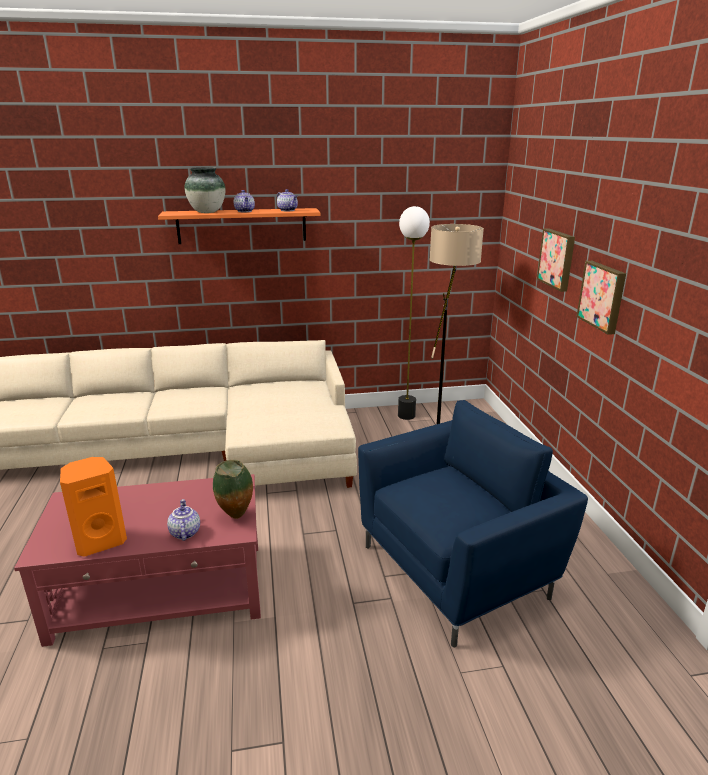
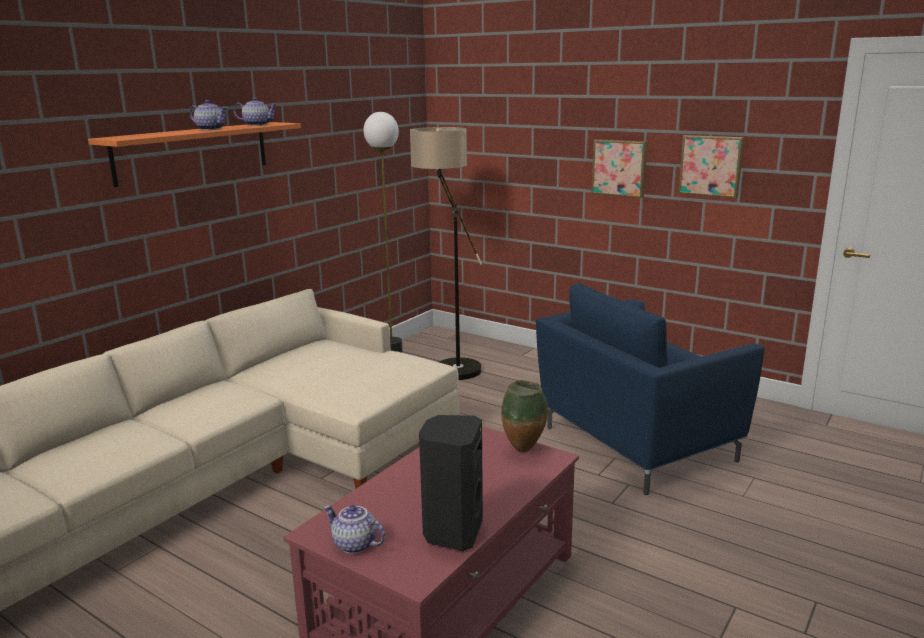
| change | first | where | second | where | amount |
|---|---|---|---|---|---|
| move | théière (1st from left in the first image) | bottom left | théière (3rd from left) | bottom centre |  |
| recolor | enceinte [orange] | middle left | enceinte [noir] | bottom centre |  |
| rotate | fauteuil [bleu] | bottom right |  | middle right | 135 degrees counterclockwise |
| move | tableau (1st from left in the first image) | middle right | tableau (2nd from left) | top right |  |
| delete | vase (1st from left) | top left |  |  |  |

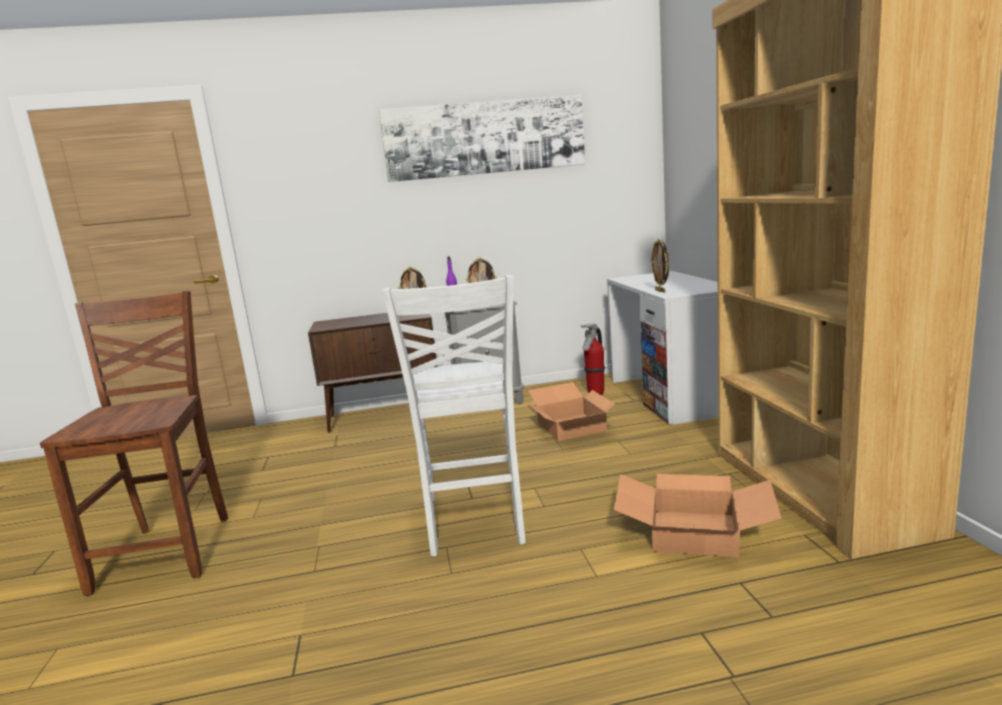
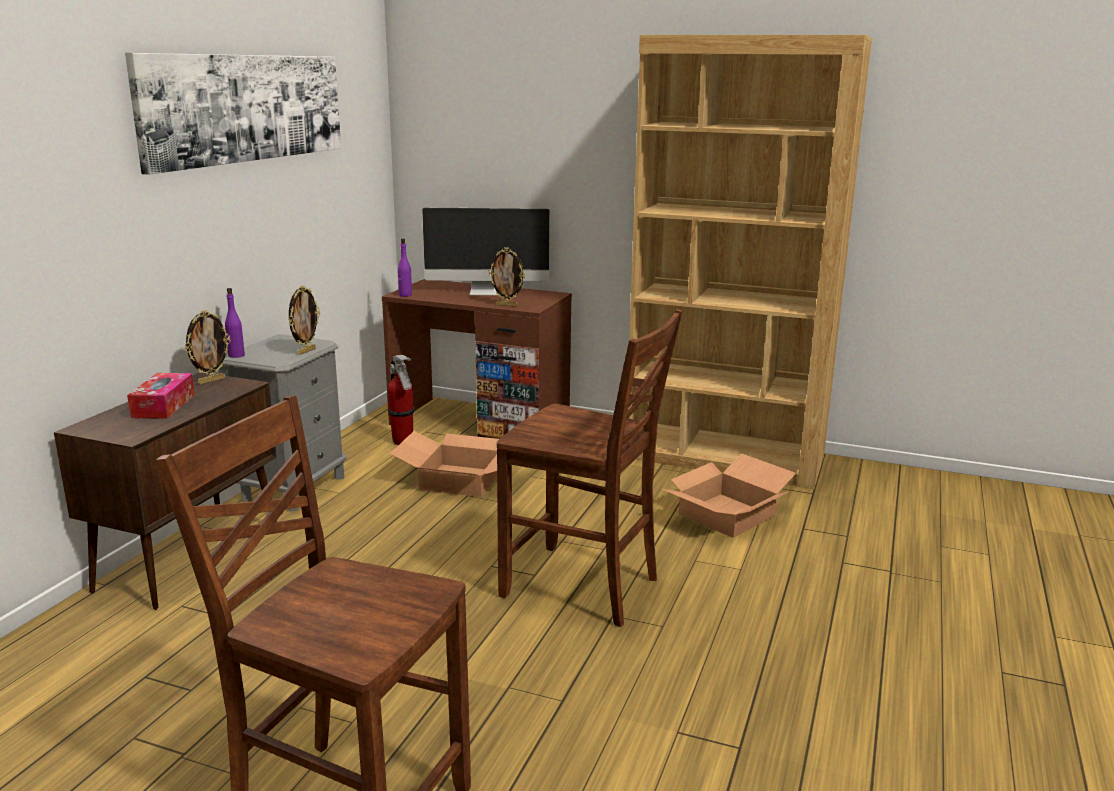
| change | first | where | second | where | amount |
|---|---|---|---|---|---|
| insert |  |  | boîte à mouchoirs | middle left |  |
| recolor | bureau [blanc] | centre | bureau [marron] | centre |  |
| insert |  |  | bouteille [violet] (2nd from left) | centre |  |
| insert |  |  | écran d'ordinateur | top centre |  |
| recolor | chaise [blanc] | centre | chaise [marron] (2nd from left) | centre |  |

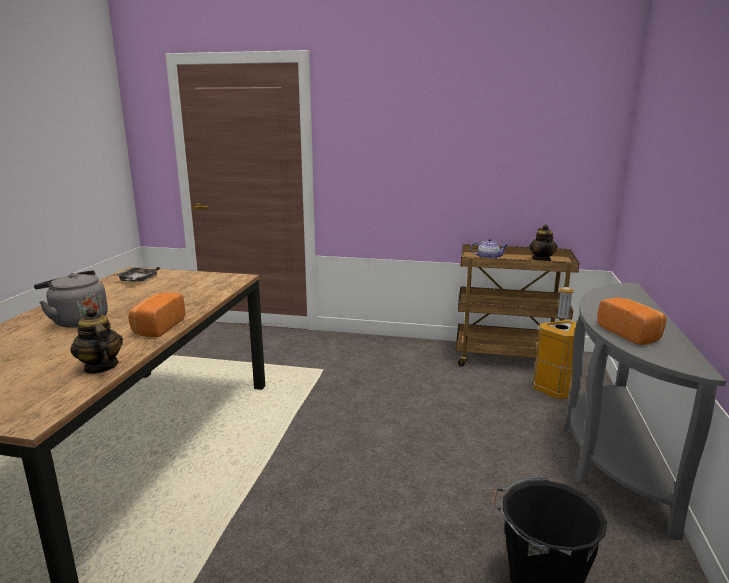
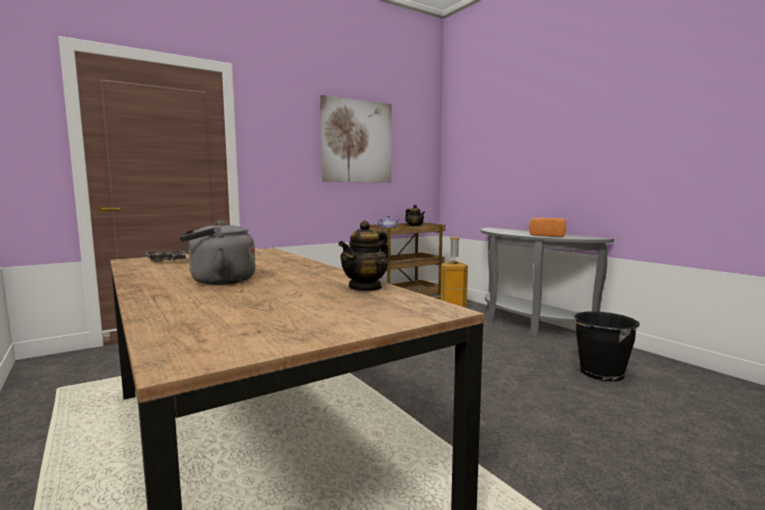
| change | first | where | second | where | amount |
|---|---|---|---|---|---|
| insert |  |  | tableau | top centre |  |
| rotate | théière (1st from left) | middle left |  | centre | 60 degrees counterclockwise |
| delete | pain (1st from left) | middle left |  |  |  |

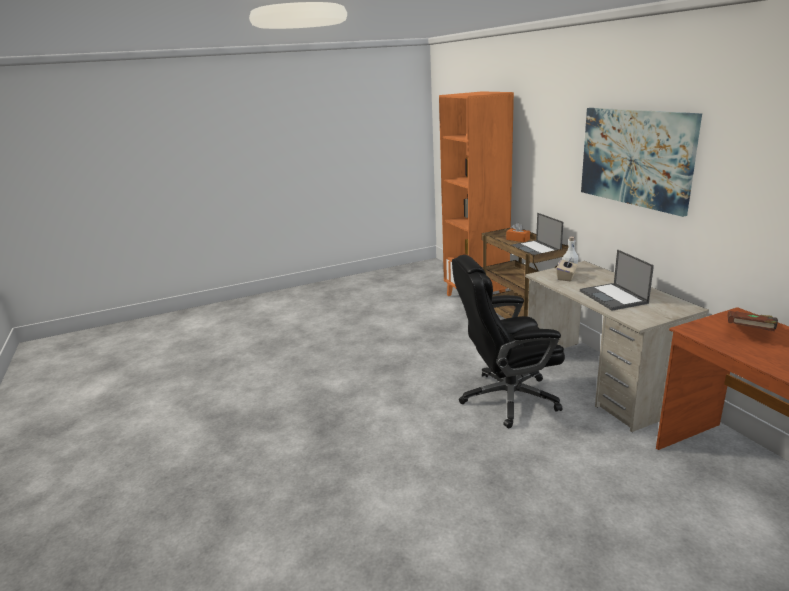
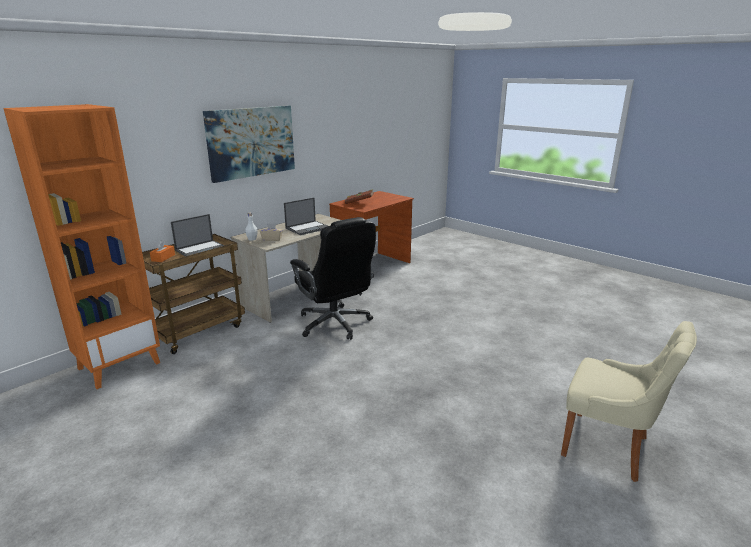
| change | first | where | second | where | amount |
|---|---|---|---|---|---|
| insert |  |  | chaise [beige] | bottom right |  |

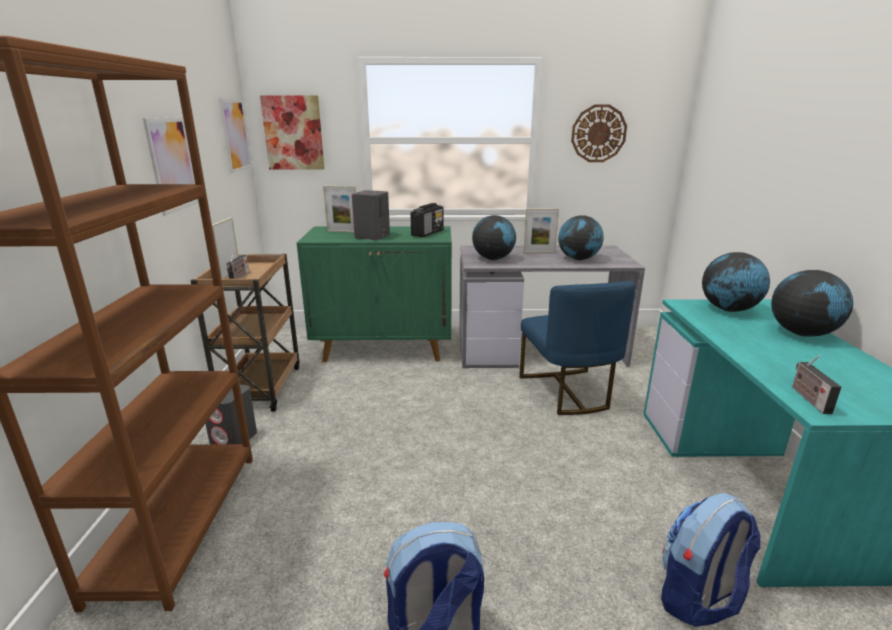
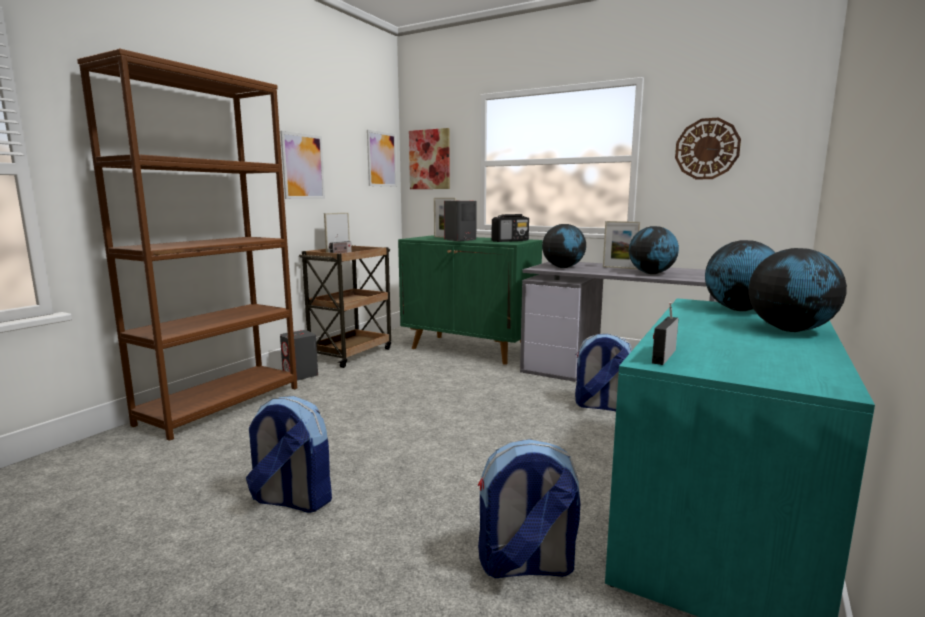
| change | first | where | second | where | amount |
|---|---|---|---|---|---|
| replace | chaise [bleu] | centre | sac à dos (3rd from left) | centre |  |

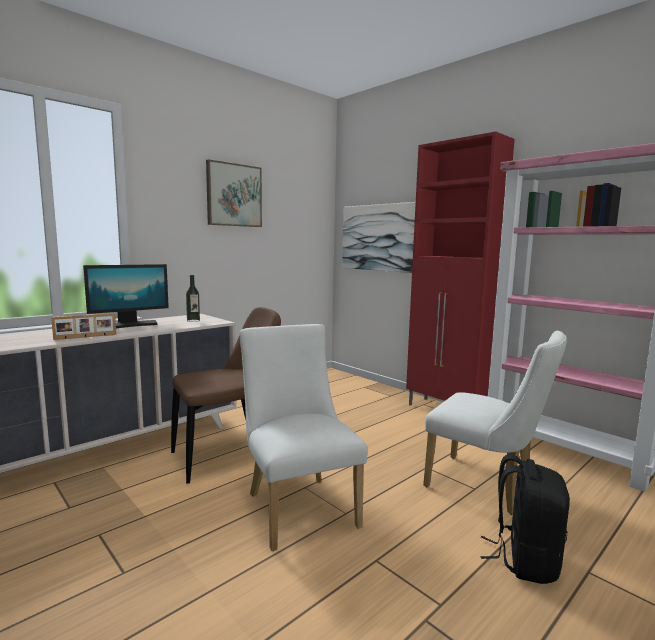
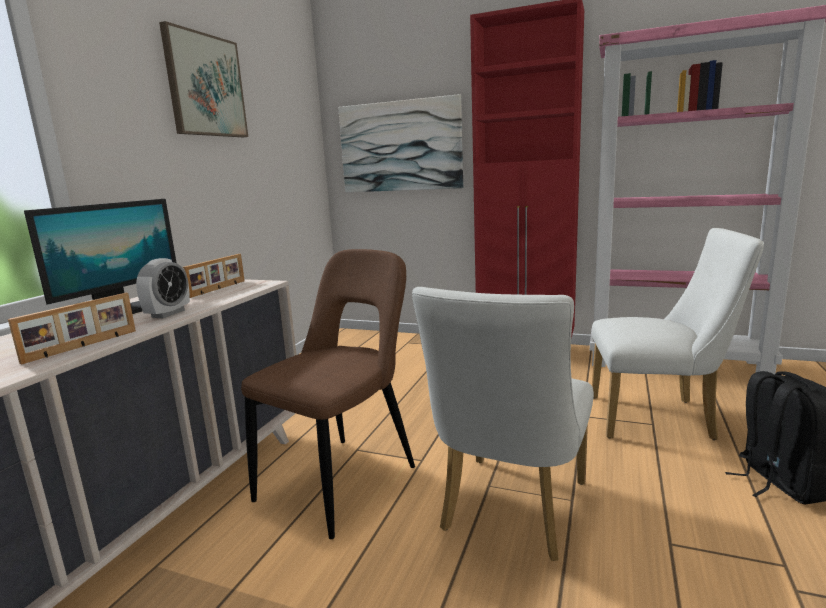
| change | first | where | second | where | amount |
|---|---|---|---|---|---|
| insert |  |  | réveil | middle left |  |
| replace | bouteille | middle left | cadre photo (2nd from left) | middle left |  |
| rotate | chaise [blanc] (1st from left) | bottom centre |  | bottom centre | 105 degrees counterclockwise |

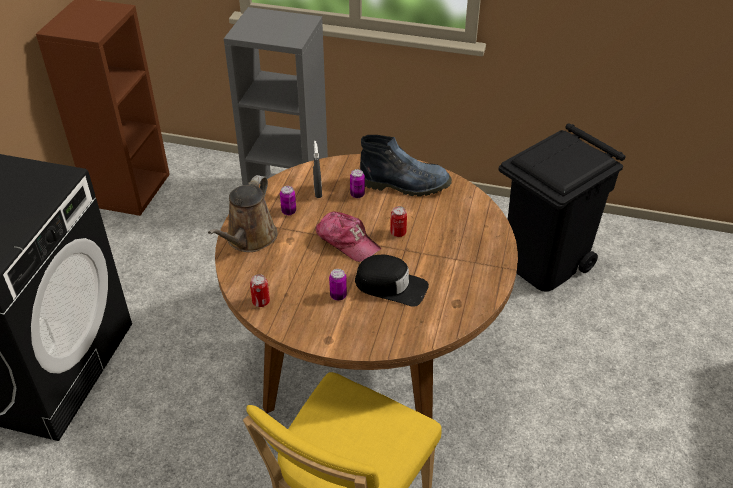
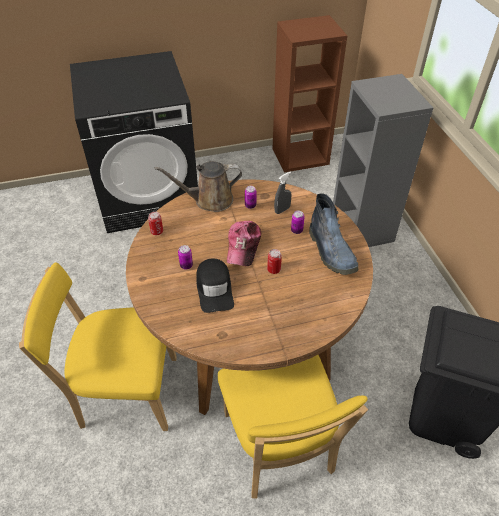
| change | first | where | second | where | amount |
|---|---|---|---|---|---|
| insert |  |  | chaise [jaune] (2nd from left) | bottom centre |  |

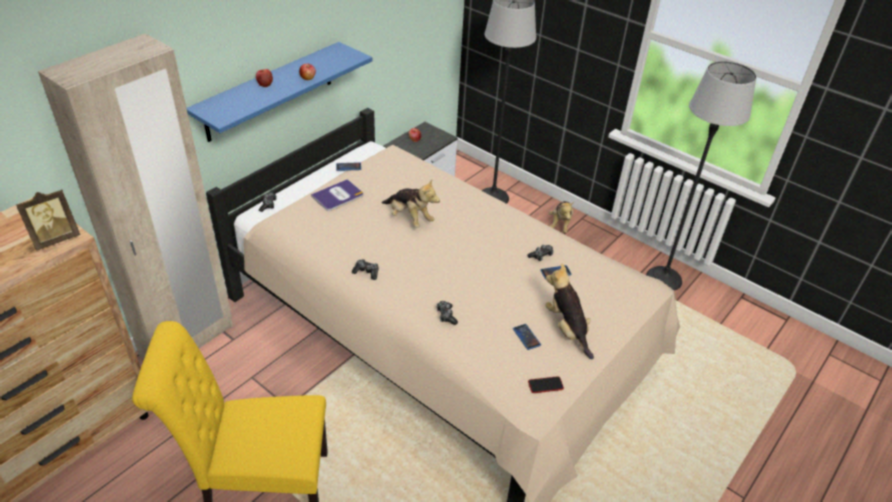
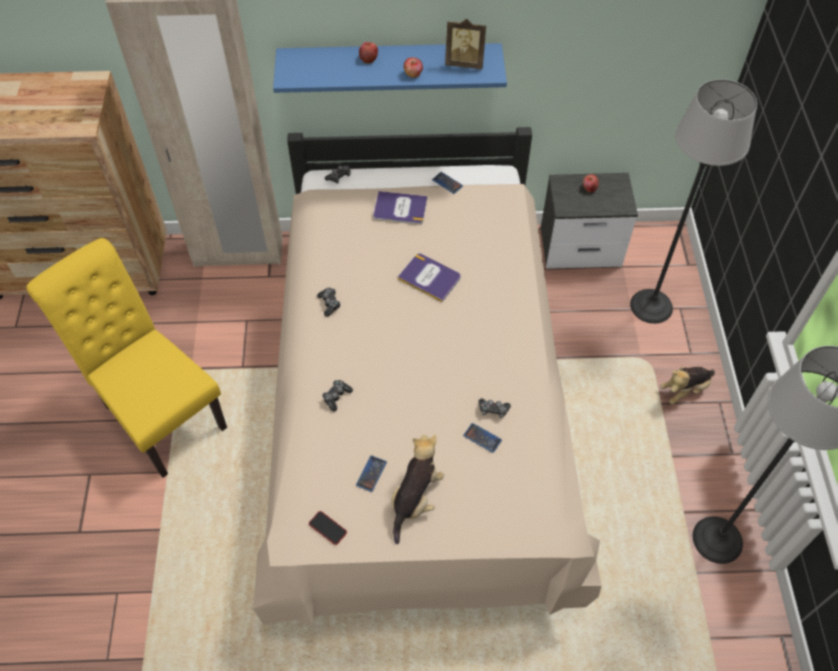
| change | first | where | second | where | amount |
|---|---|---|---|---|---|
| replace | peluche (1st from left) | centre | livre (2nd from left) | centre |  |
| move | cadre photo | middle left |  | top centre |  |

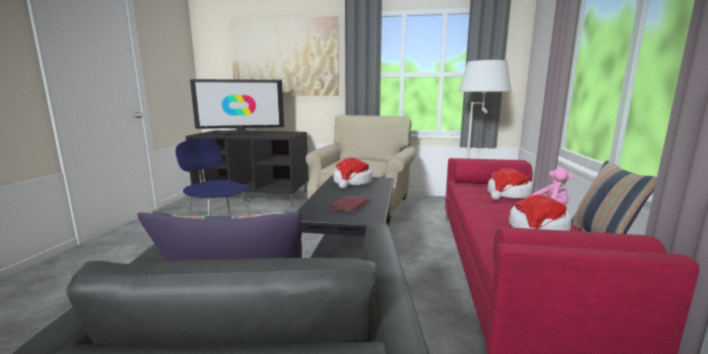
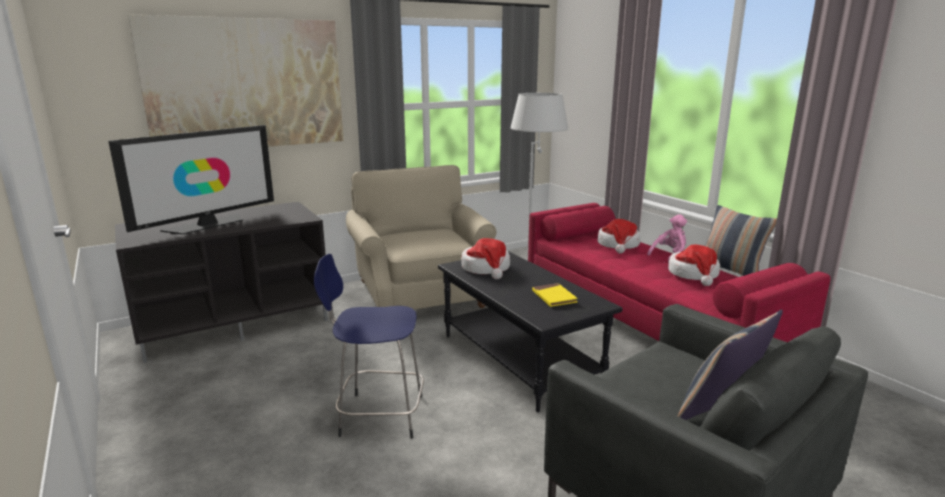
| change | first | where | second | where | amount |
|---|---|---|---|---|---|
| recolor | livre [rouge] | centre | livre [jaune] | centre |  |

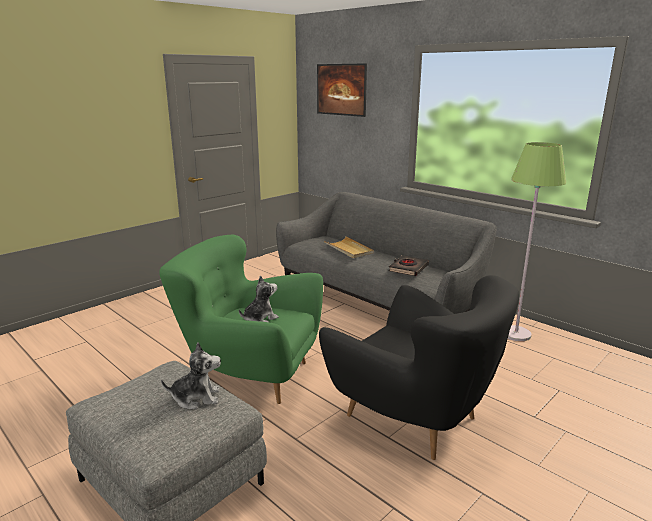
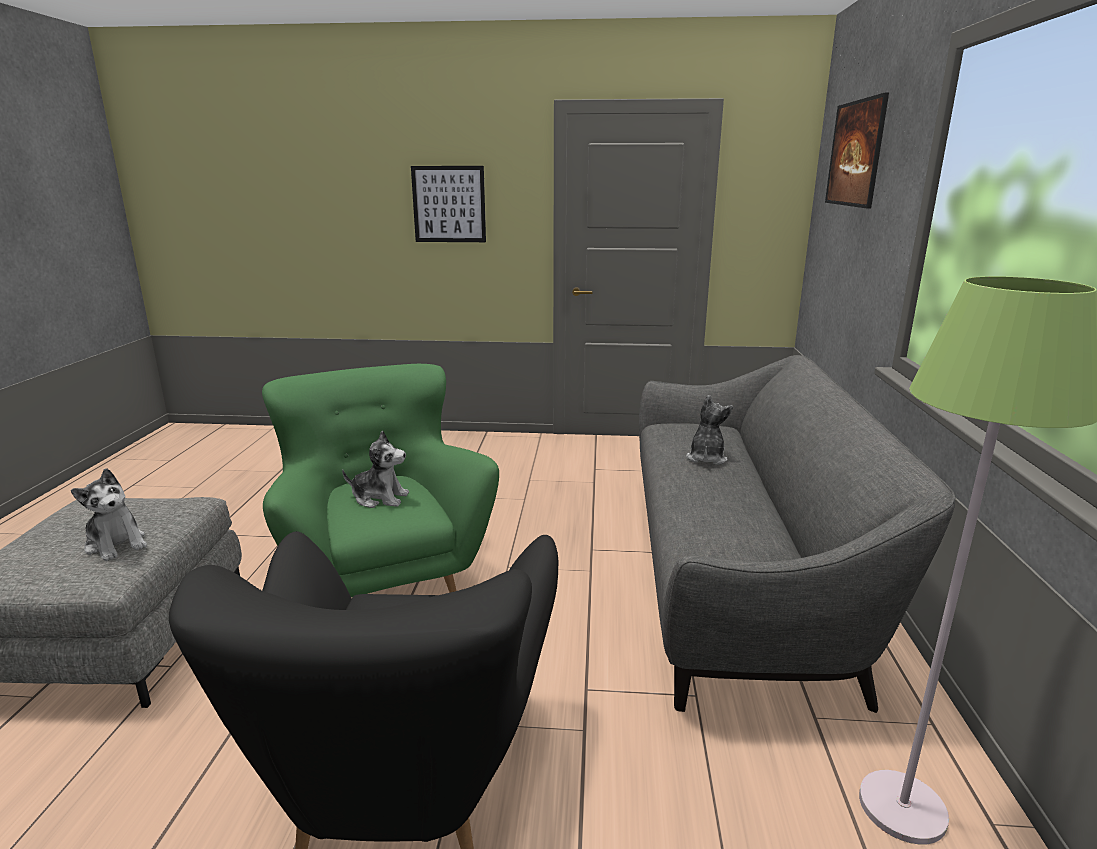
| change | first | where | second | where | amount |
|---|---|---|---|---|---|
| insert |  |  | tableau (1st from left) | top centre |  |
| replace | plateau [beige] | centre | peluche (3rd from left) | centre |  |
| delete | livre [noir] | centre |  |  |  |

